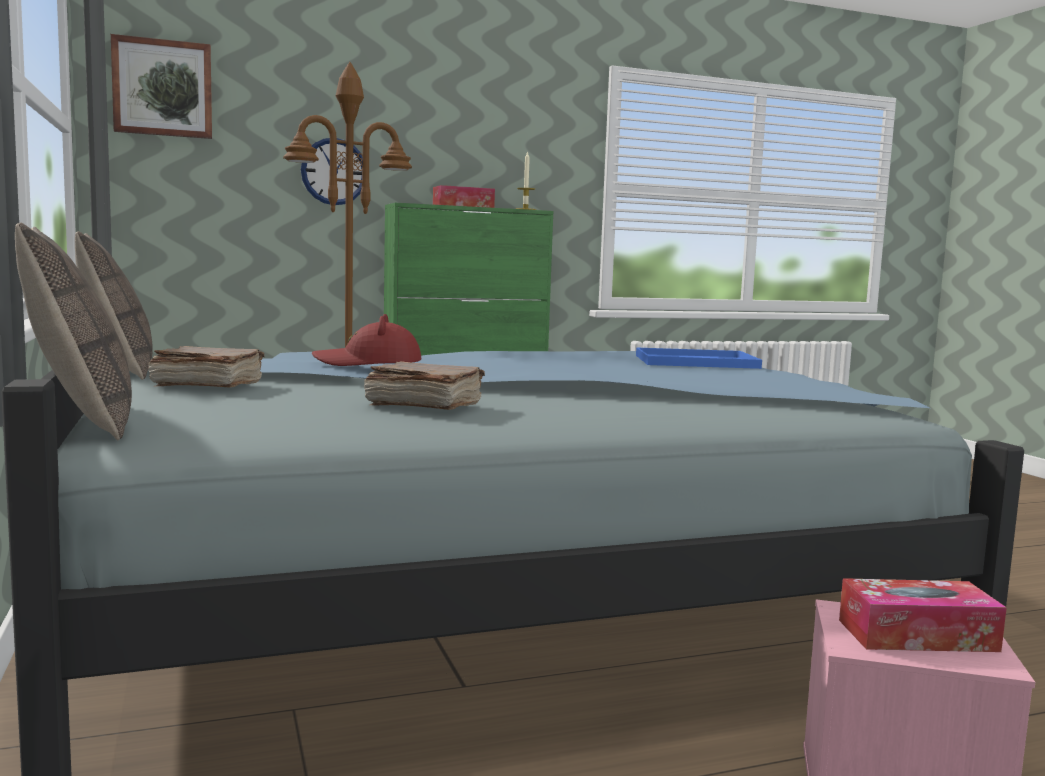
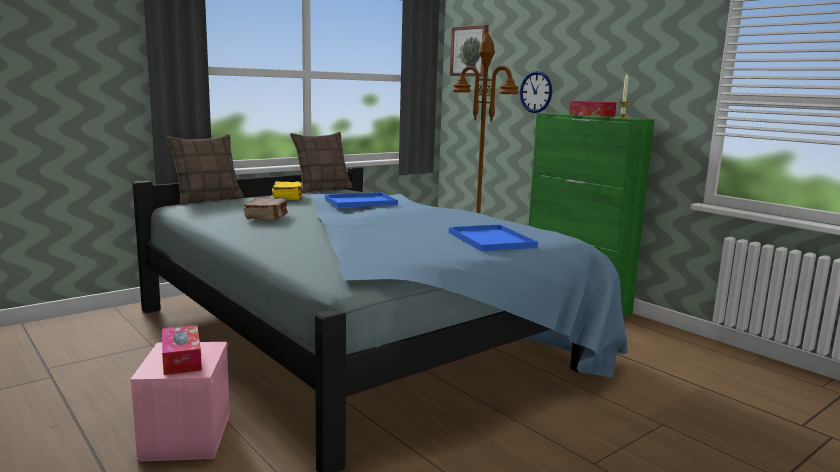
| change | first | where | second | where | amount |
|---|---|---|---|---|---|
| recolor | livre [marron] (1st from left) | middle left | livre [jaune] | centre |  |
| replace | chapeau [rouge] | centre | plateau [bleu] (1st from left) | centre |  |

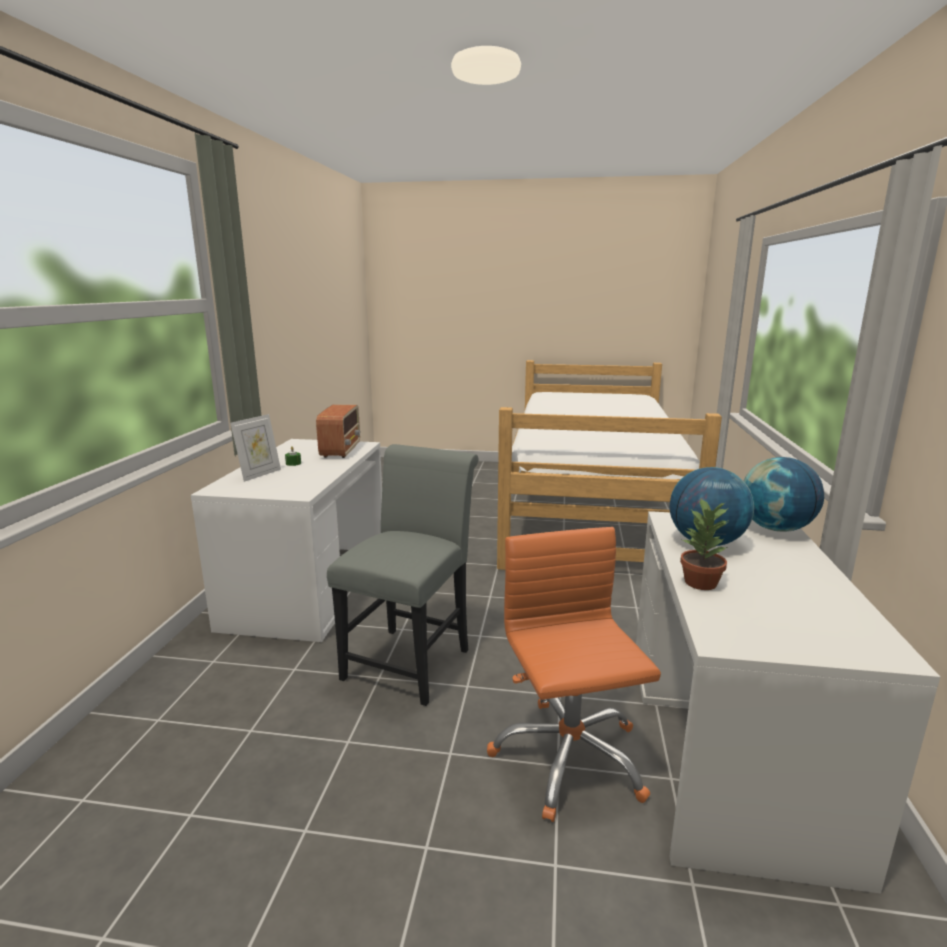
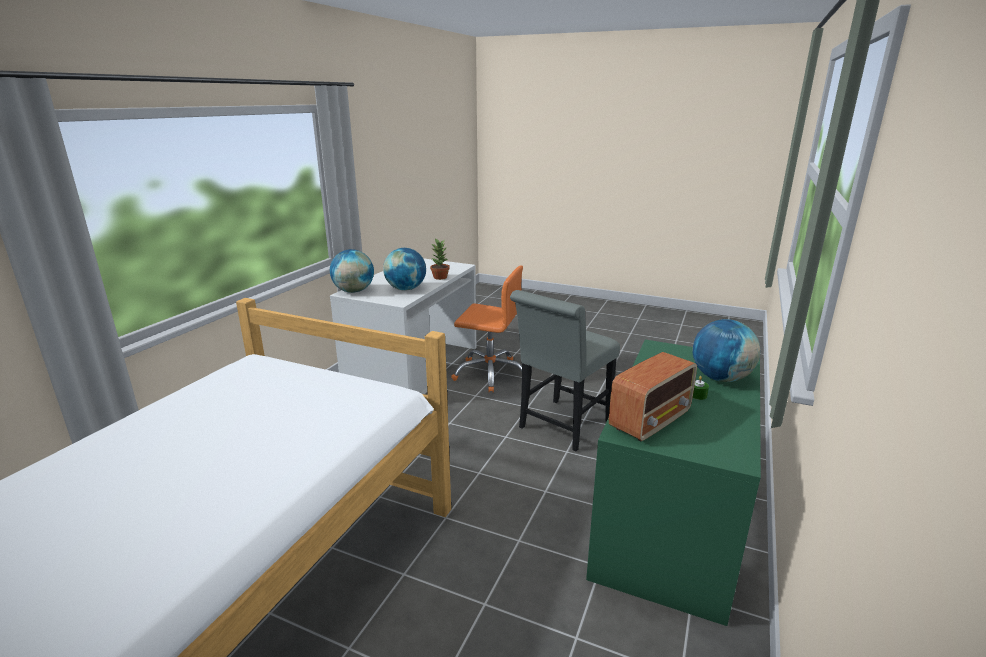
| change | first | where | second | where | amount |
|---|---|---|---|---|---|
| rotate | chaise de bureau [orange] | bottom centre |  | centre | 75 degrees counterclockwise |
| recolor | bureau [blanc] (1st from left) | middle left | bureau [vert] | bottom right |  |
| rotate | radio | centre |  | centre | 150 degrees counterclockwise |
| replace | cadre photo | middle left | globe (3rd from left) | middle right |  |

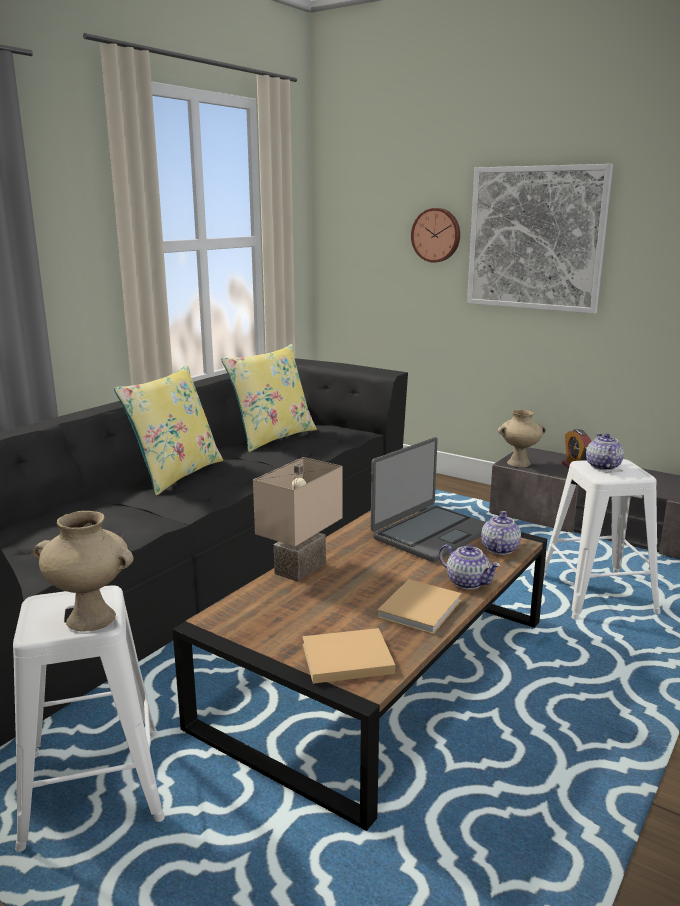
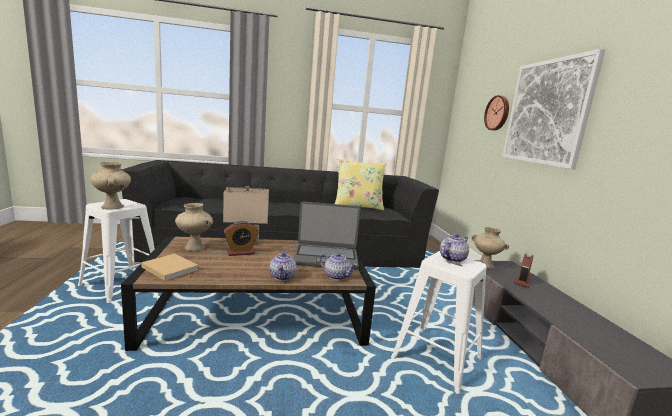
| change | first | where | second | where | amount |
|---|---|---|---|---|---|
| insert |  |  | vase [beige] (2nd from left) | middle left |  |
| insert |  |  | réveil (1st from left) | centre |  |
| rotate | théière (2nd from left) | middle right |  | centre | 60 degrees clockwise |
| delete | coussin [jaune] (1st from left) | middle left |  |  |  |
| delete | livre [beige] (2nd from left) | bottom centre |  |  |  |

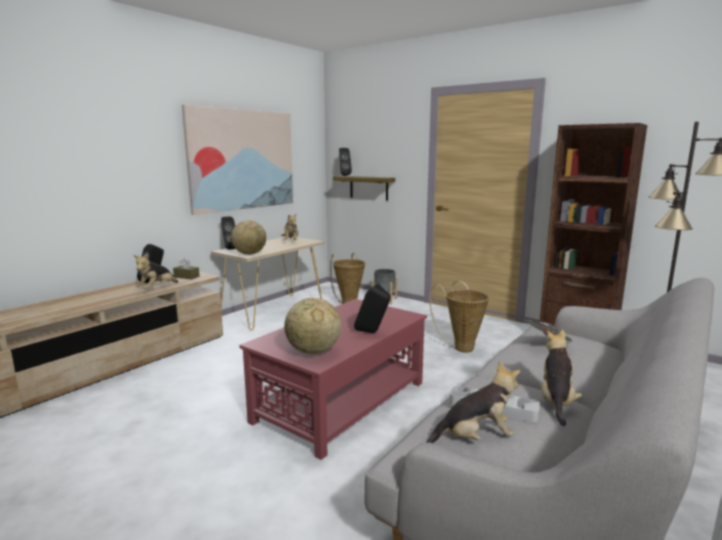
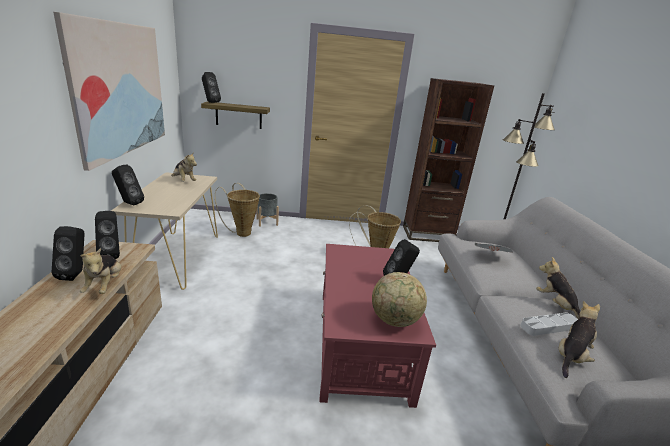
| change | first | where | second | where | amount |
|---|---|---|---|---|---|
| replace | boîte à mouchoirs [marron] | middle left | enceinte [noir] (2nd from left) | middle left |  |
| delete | globe (1st from left) | centre |  |  |  |

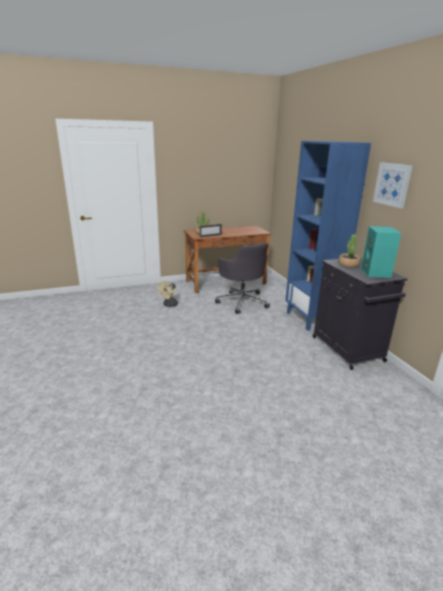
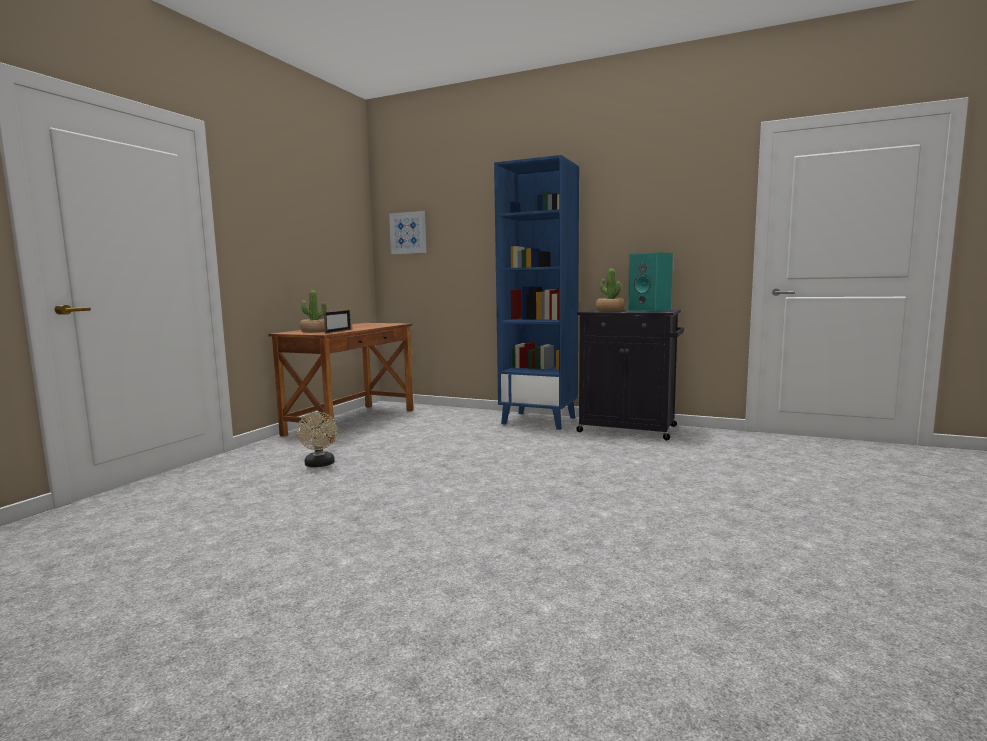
| change | first | where | second | where | amount |
|---|---|---|---|---|---|
| move | tableau | top right |  | top centre |  |
| delete | chaise de bureau [gris] | centre |  |  |  |

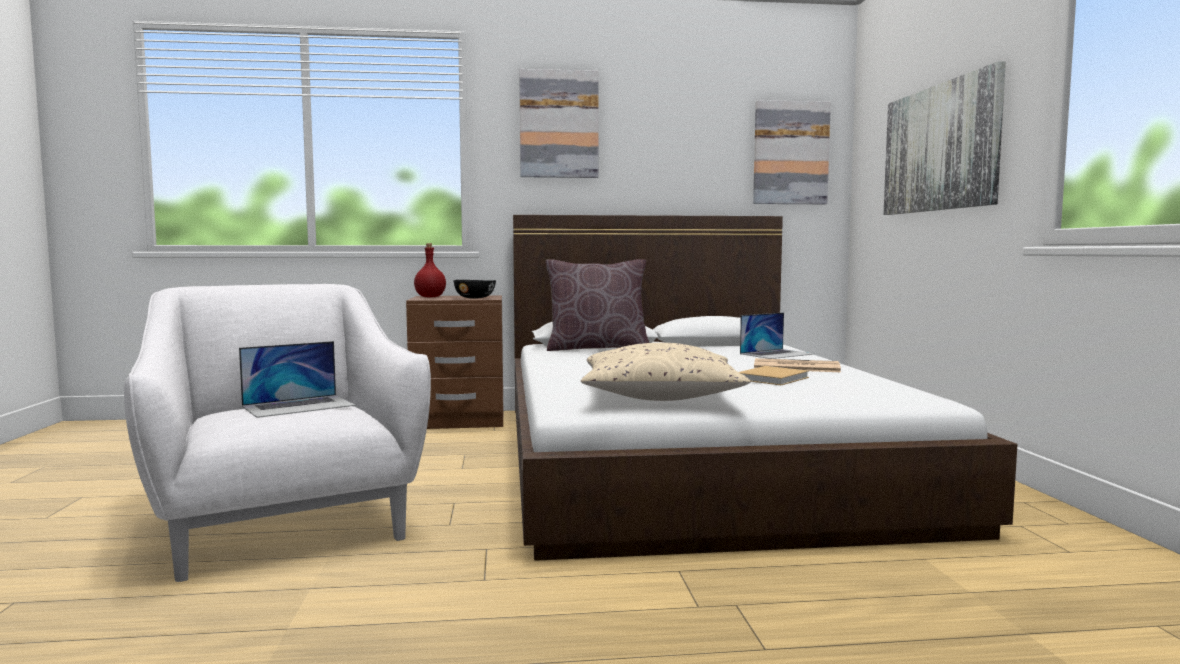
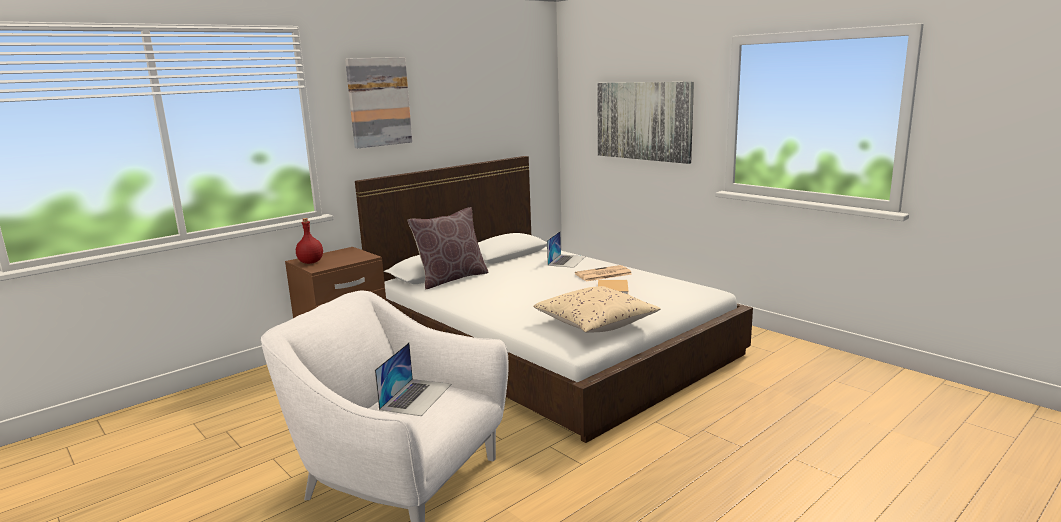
| change | first | where | second | where | amount |
|---|---|---|---|---|---|
| delete | bol [noir] | centre |  |  |  |
| delete | tableau (2nd from left) | top right |  |  |  |

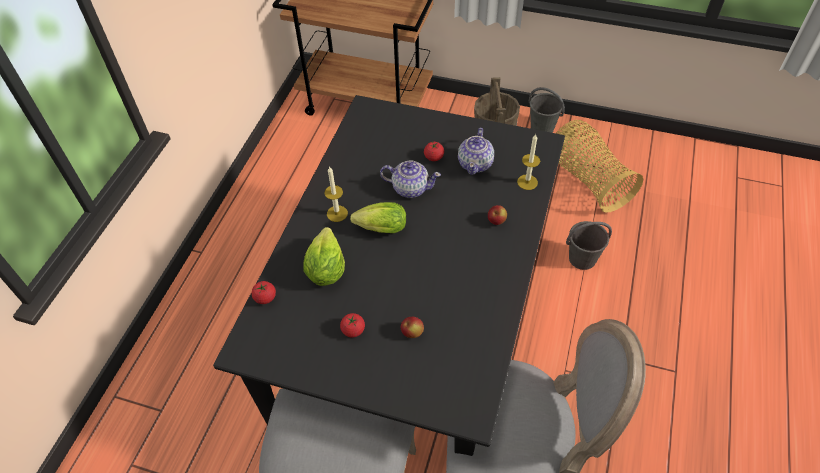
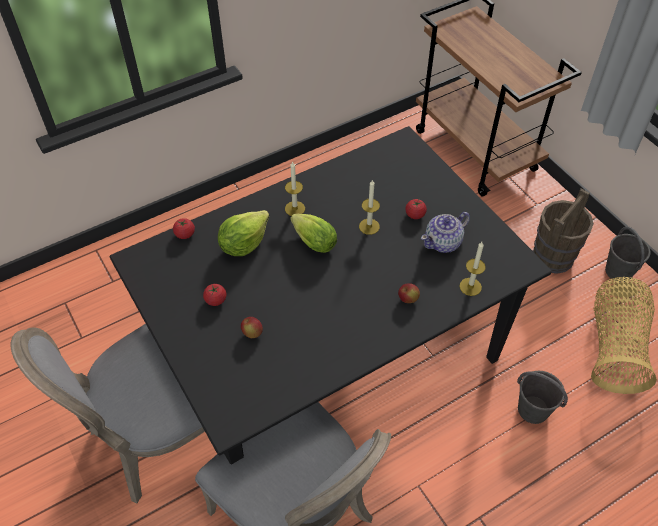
| change | first | where | second | where | amount |
|---|---|---|---|---|---|
| replace | théière (1st from left) | centre | bougie (2nd from left) | centre |  |

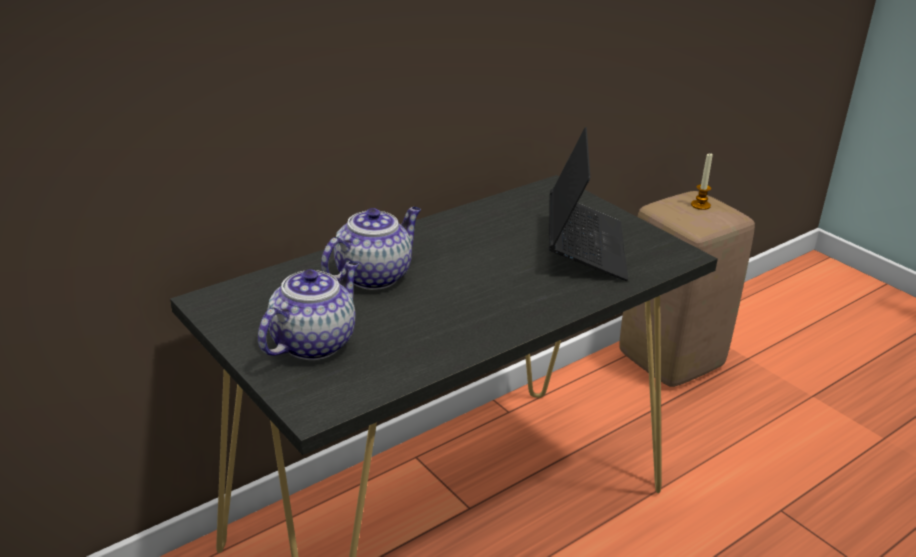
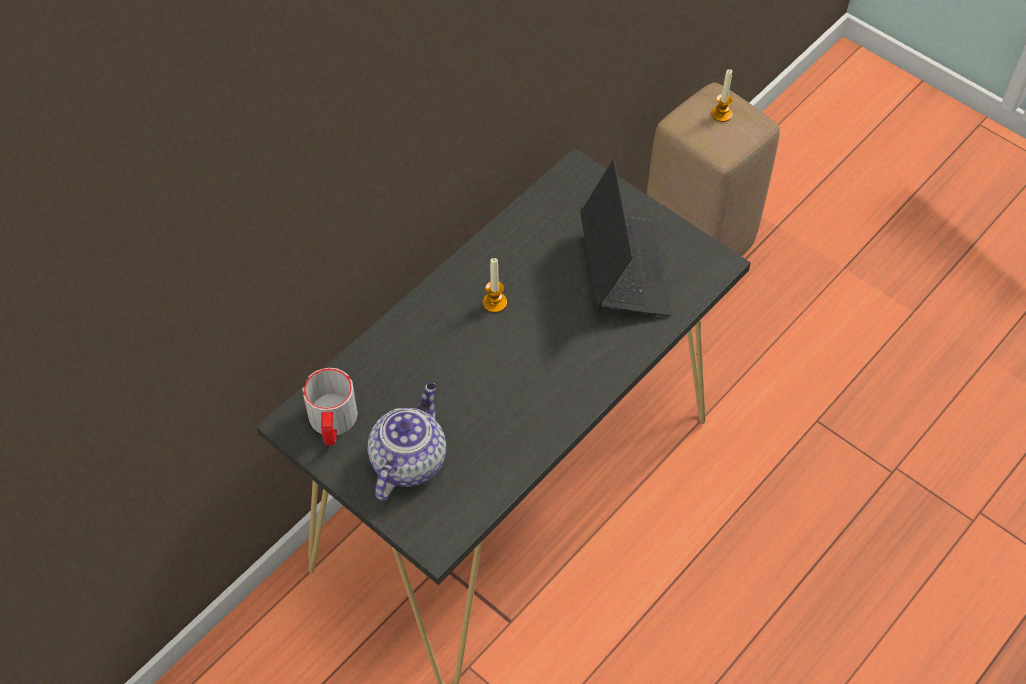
| change | first | where | second | where | amount |
|---|---|---|---|---|---|
| insert |  |  | mug | middle left |  |
| insert |  |  | bougie (1st from left) | centre |  |
| delete | théière (2nd from left) | centre |  |  |  |

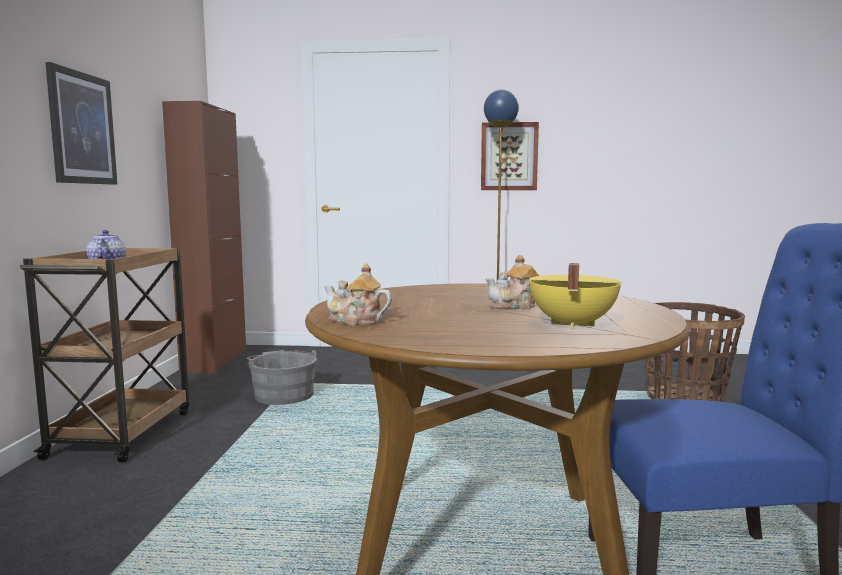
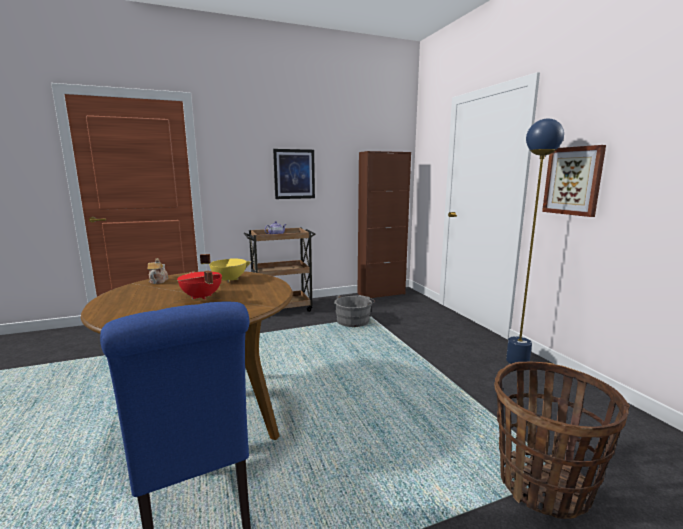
| change | first | where | second | where | amount |
|---|---|---|---|---|---|
| replace | théière (3rd from left) | centre | marmite [rouge] | middle left |  |
| move | marmite [jaune] | middle right |  | middle left |  |

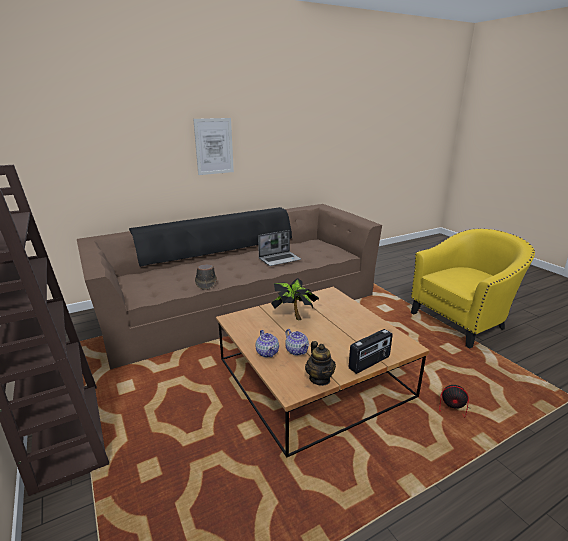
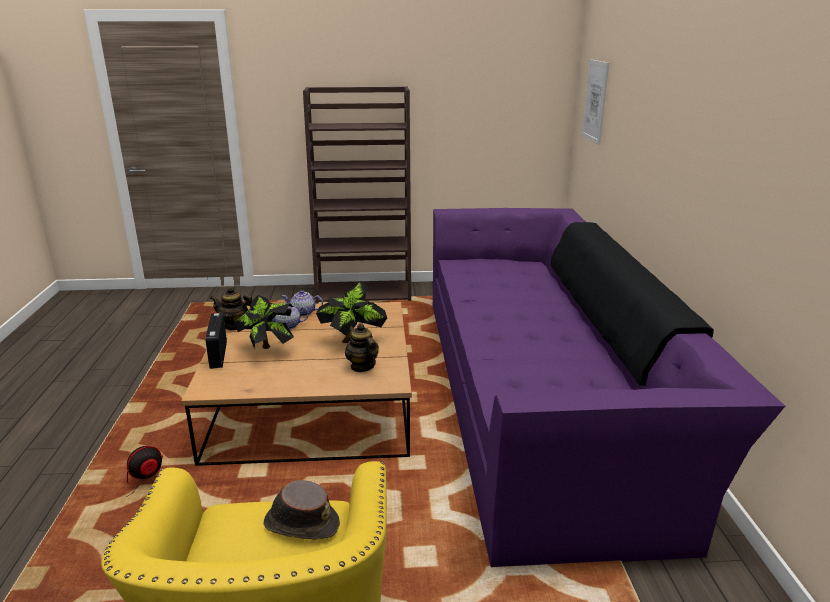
| change | first | where | second | where | amount |
|---|---|---|---|---|---|
| insert |  |  | plante en pot (1st from left) | middle left |  |
| move | chapeau [marron] | centre |  | bottom centre |  |
| insert |  |  | théière (4th from left) | centre |  |
| recolor | canapé [marron] | centre | canapé [violet] | middle right |  |
| move | tableau | top centre |  | top right |  |
| delete | ordinateur portable | centre |  |  |  |

